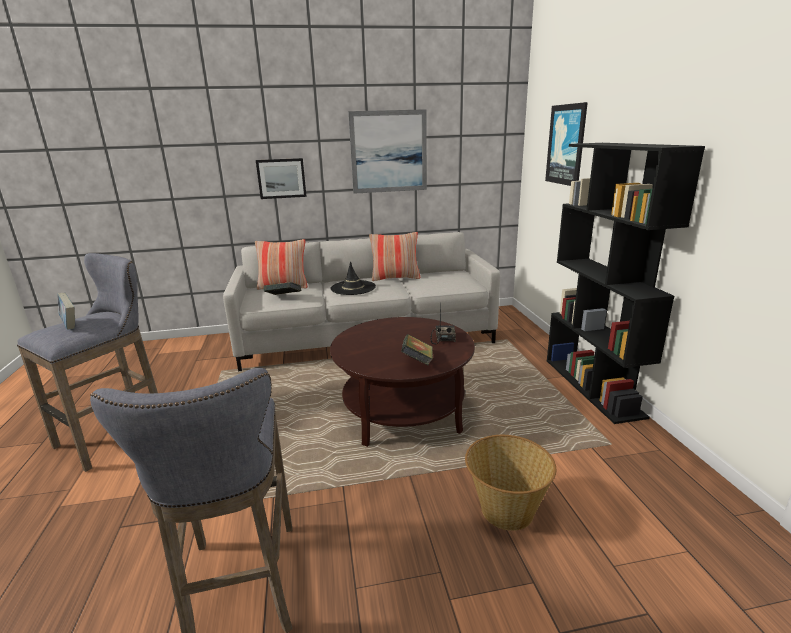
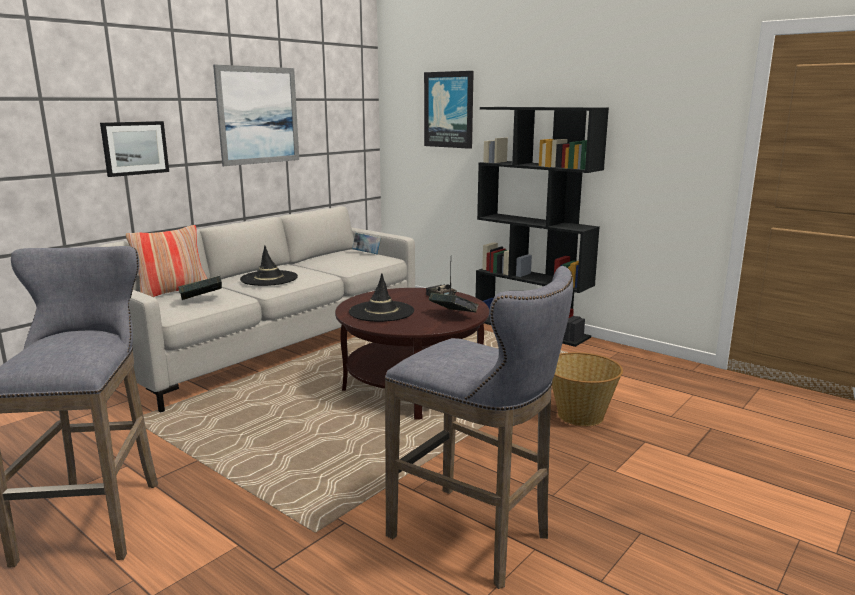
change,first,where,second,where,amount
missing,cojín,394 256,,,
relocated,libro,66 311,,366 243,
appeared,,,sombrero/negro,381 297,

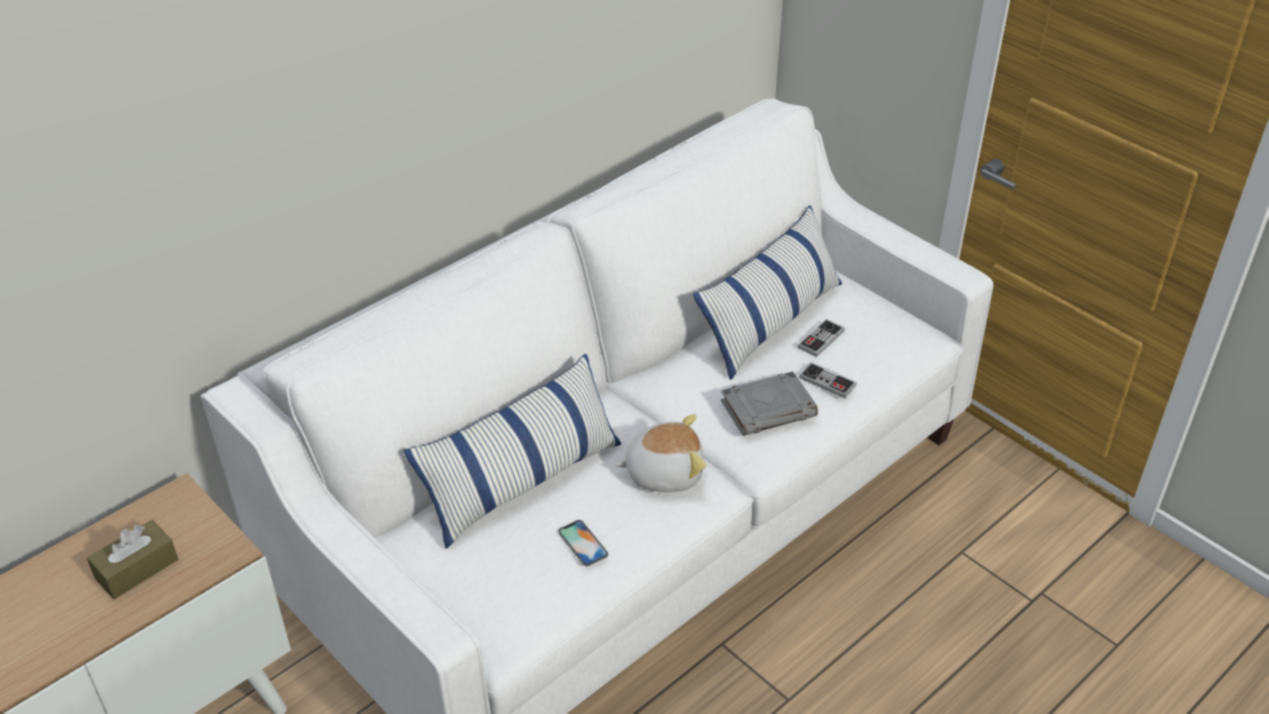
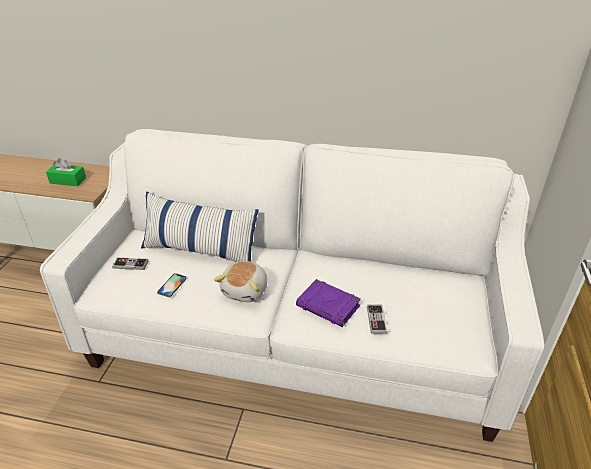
change,first,where,second,where,amount
missing,cojín,767 292,,,
relocated,mando de consola,821 338,,130 263,
colour,libro/gris,769 403,libro/morado,328 303,
spun,peluche,660 453,,240 281,60 degrees clockwise
colour,caja de pañuelos/marrón,132 559,caja de pañuelos/verde,66 172,

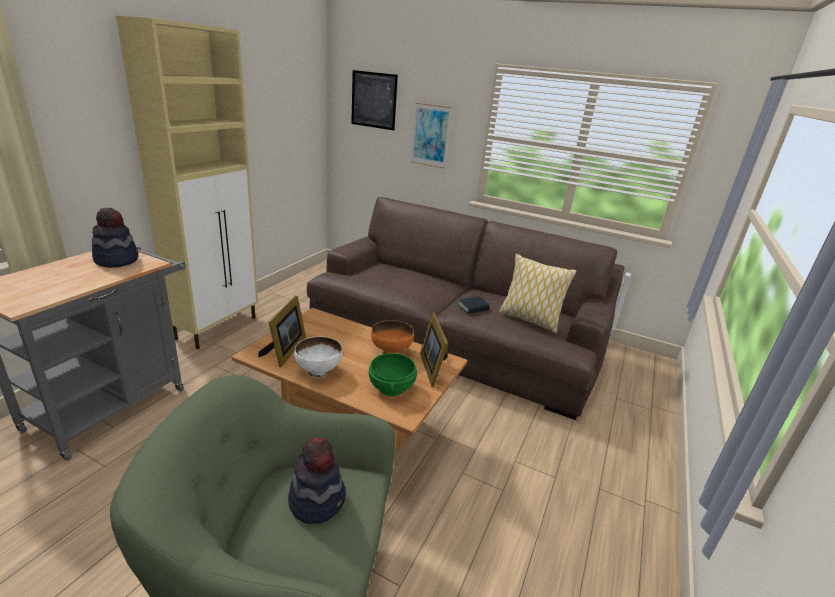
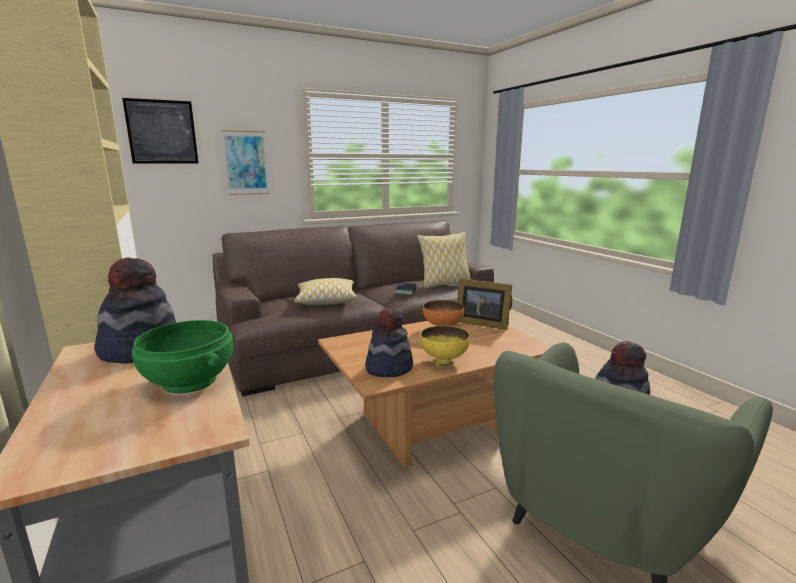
change,first,where,second,where,amount
exchanged,portarretratos,282 331,sombrero,389 342,
colour,cuenco/blanco,318 357,cuenco/amarillo,445 345,
relocated,cuenco/verde,393 374,,182 356,
appeared,,,cojín,325 291,

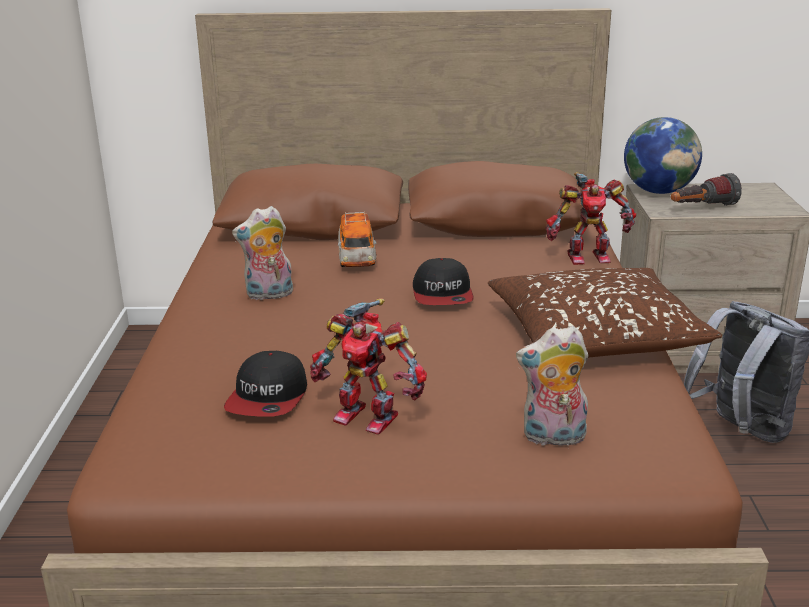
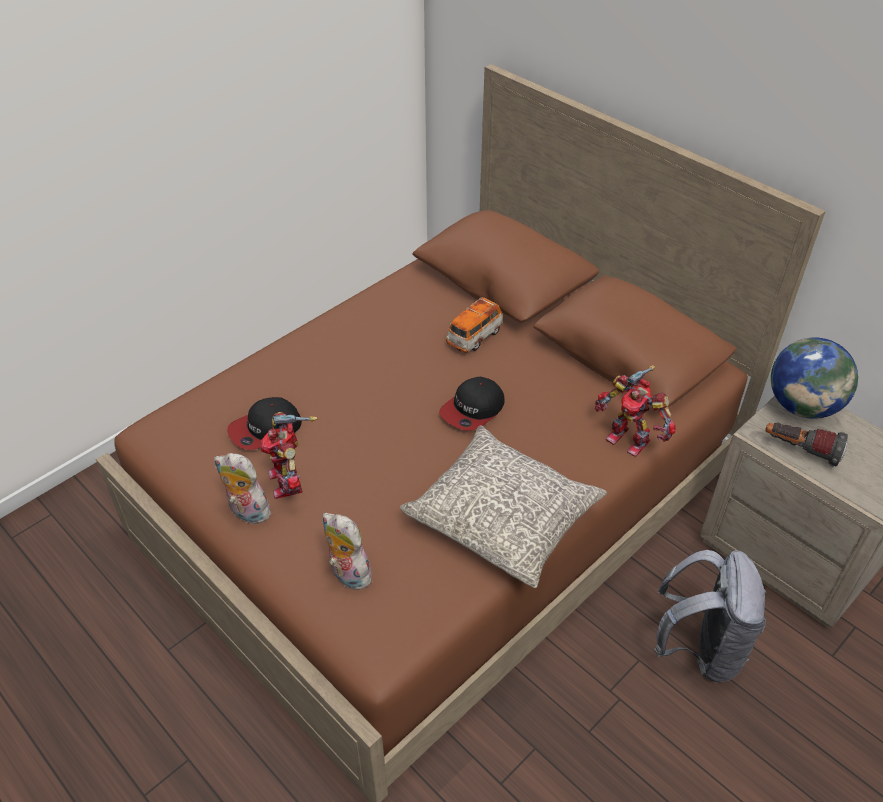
change,first,where,second,where,amount
relocated,peluche,262 253,,242 488,
colour,cojín/marrón,605 313,cojín/gris,503 506,

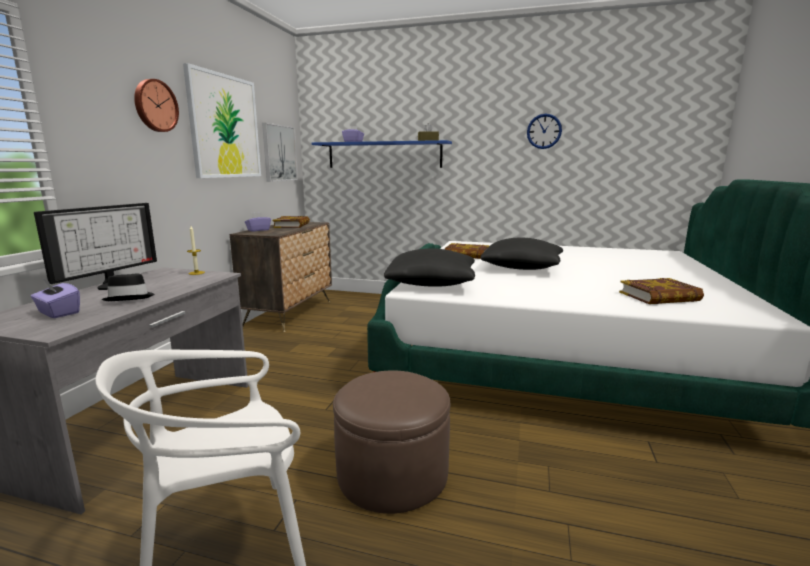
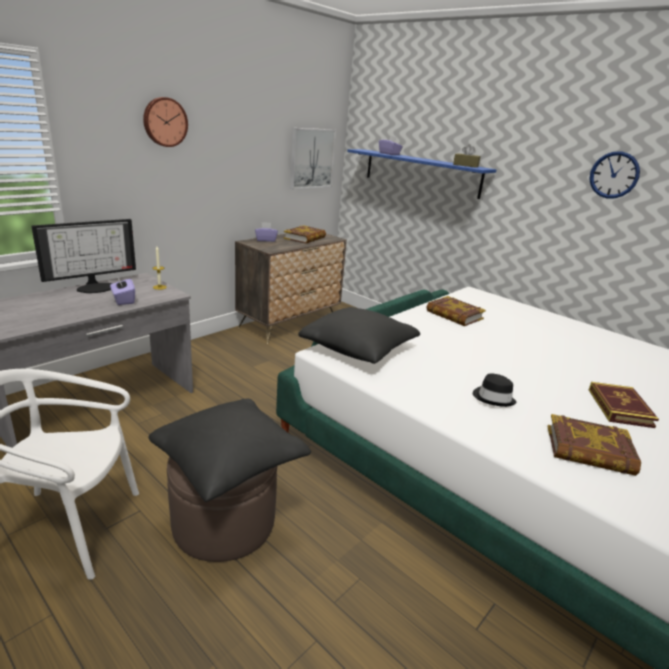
change,first,where,second,where,amount
missing,cuadro,222 120,,,
relocated,cojín/negro,522 254,,230 450,
relocated,sombrero/negro,128 287,,495 390,
relocated,caja de pañuelos/morado,55 298,,122 291,
appeared,,,libro,624 405,

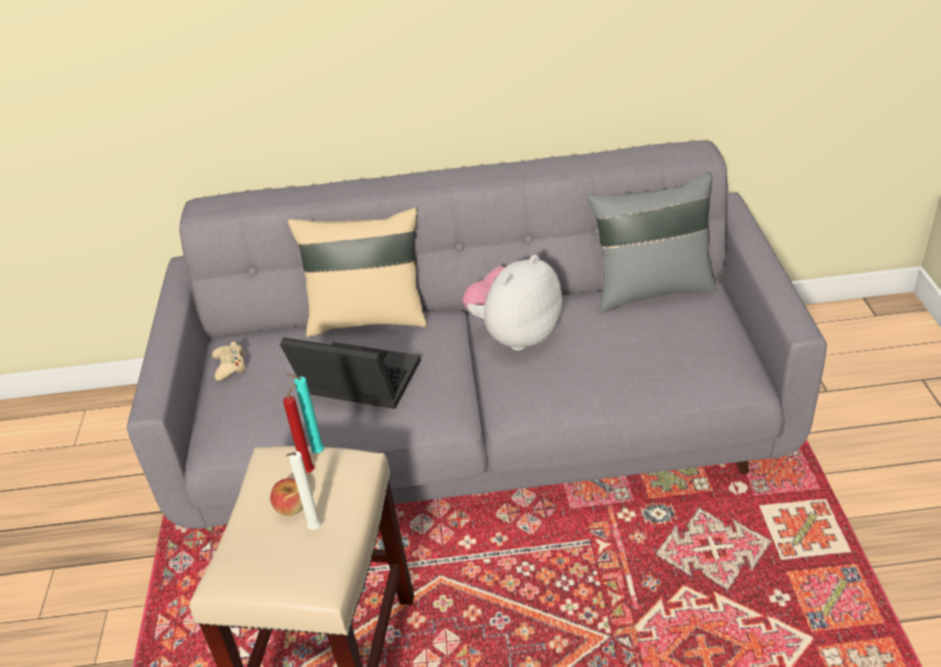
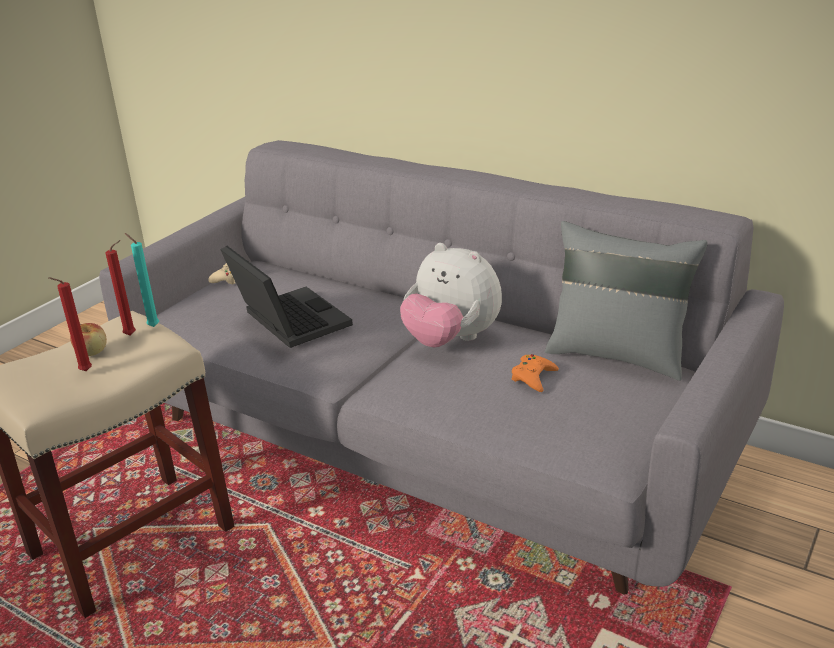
change,first,where,second,where,amount
missing,cojín/beis,357 272,,,
spun,peluche,512 303,,451 295,135 degrees counterclockwise
colour,vela/blanco,303 490,vela/rojo,70 324,
appeared,,,mando de consola/naranja,535 373,

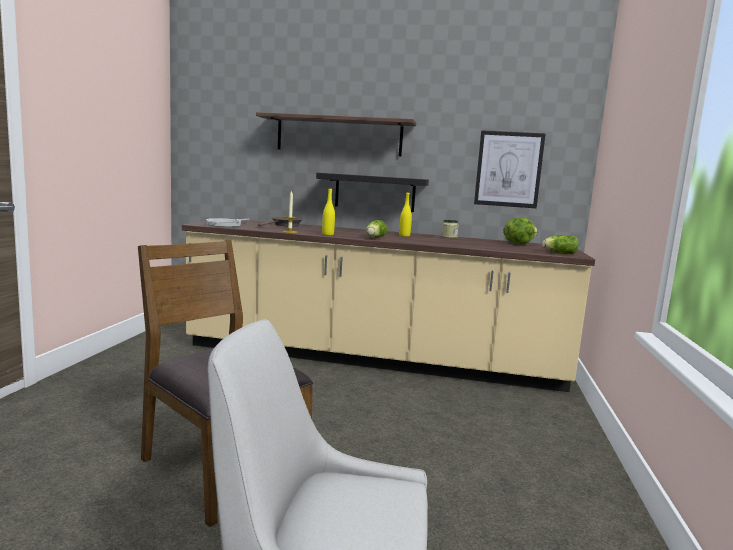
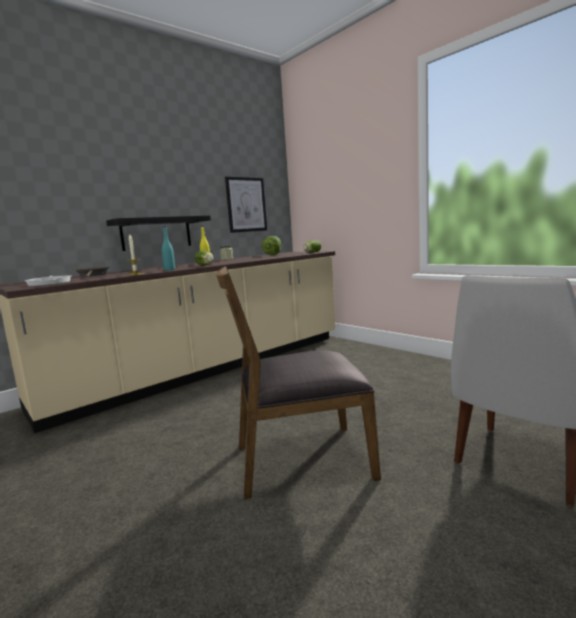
change,first,where,second,where,amount
missing,estante,336 134,,,
colour,botella/amarillo,328 211,botella/turquesa,168 249,

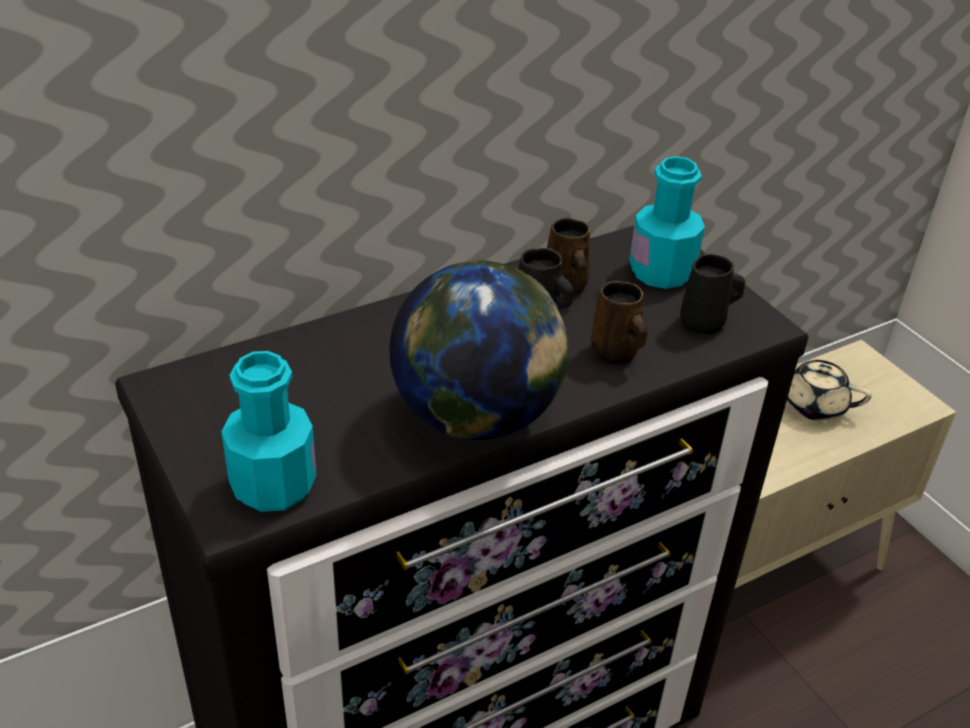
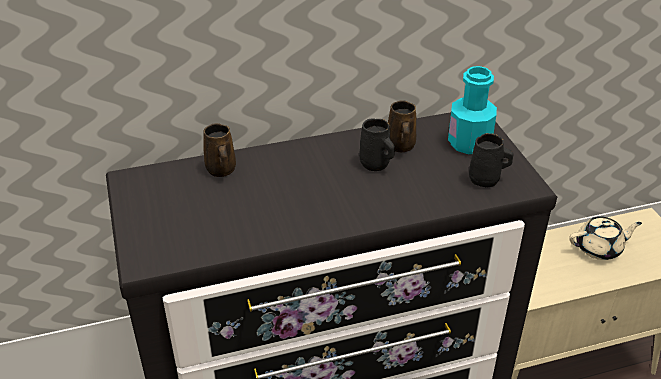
change,first,where,second,where,amount
missing,globo terráqueo,479 350,,,
relocated,taza grande/marrón,619 323,,219 150,
missing,botella/turquesa,269 431,,,
spun,tetera/beis,829 390,,605 238,135 degrees clockwise

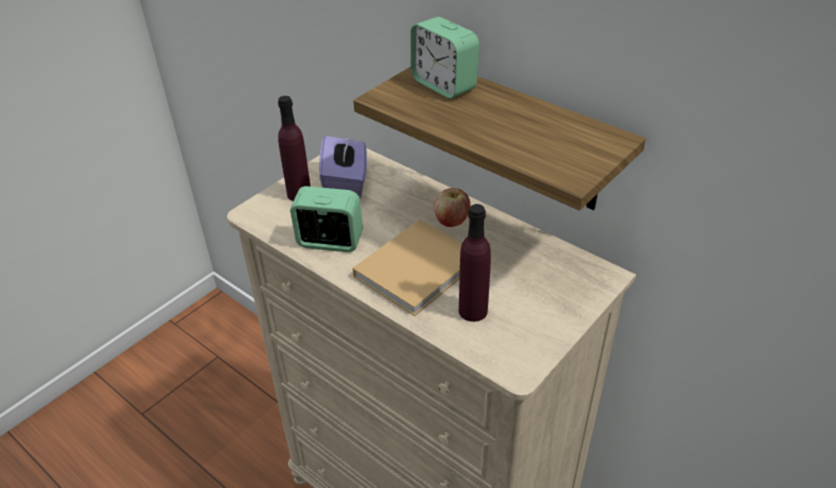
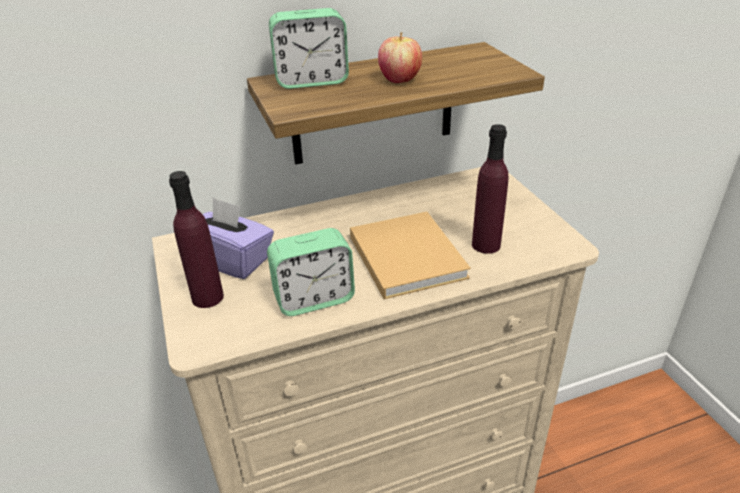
change,first,where,second,where,amount
spun,despertador,326 219,,311 272,150 degrees counterclockwise
relocated,manzana,452 207,,400 57,

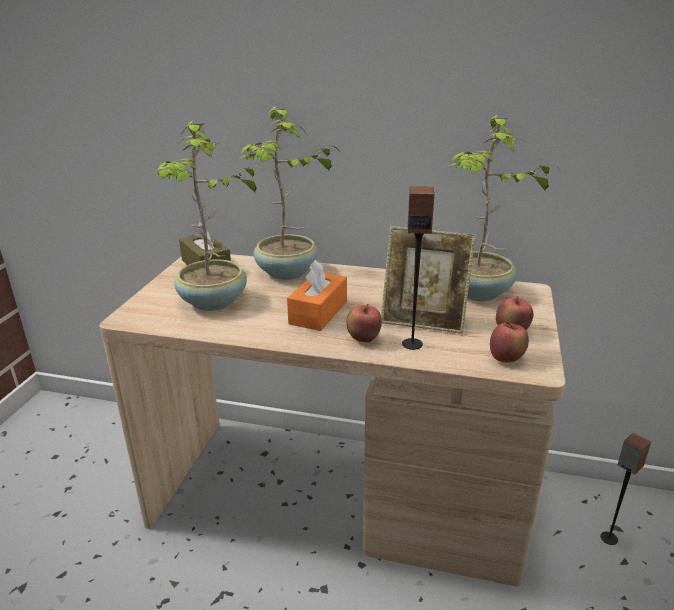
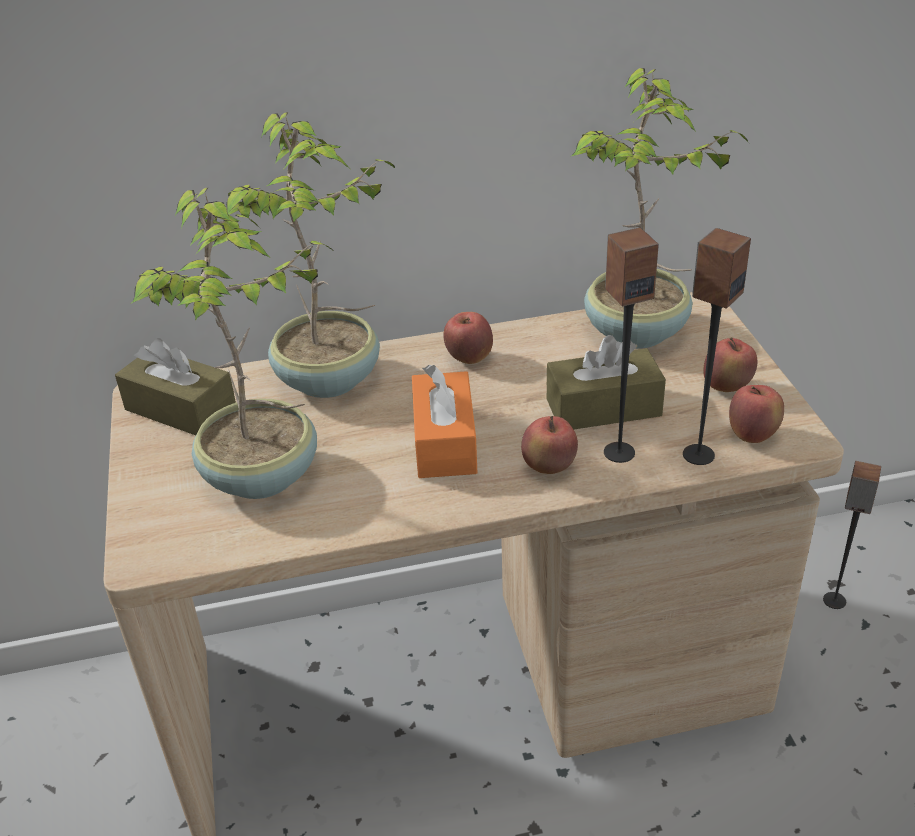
change,first,where,second,where,amount
exchanged,portarretratos,428 280,caja de pañuelos/marrón,606 382,
appeared,,,altavoz,717 346,
appeared,,,manzana,468 338,

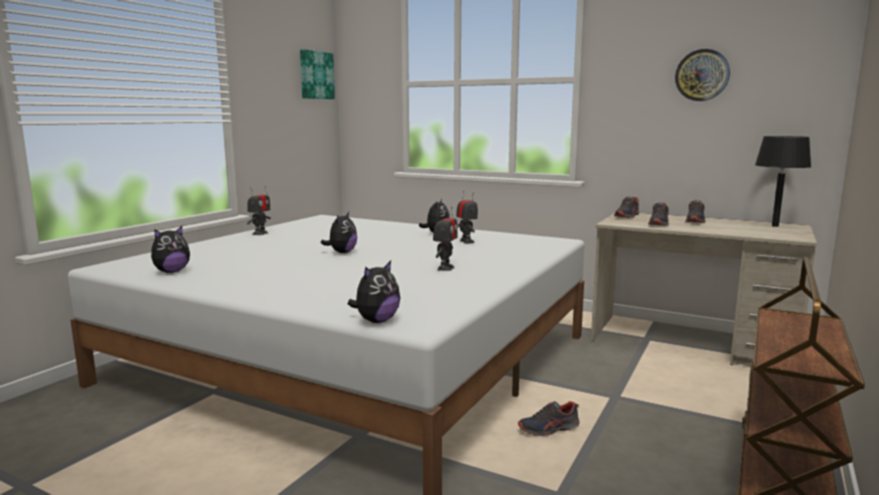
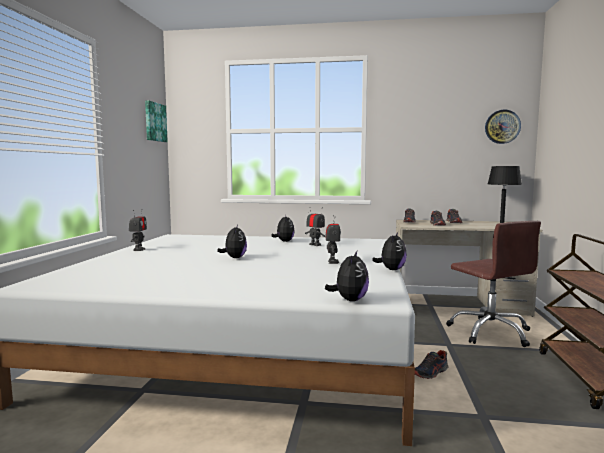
change,first,where,second,where,amount
relocated,reloj de pared,702 75,,503 127,
relocated,peluche,170 249,,389 251,
appeared,,,silla de oficina/marrón,493 284,

